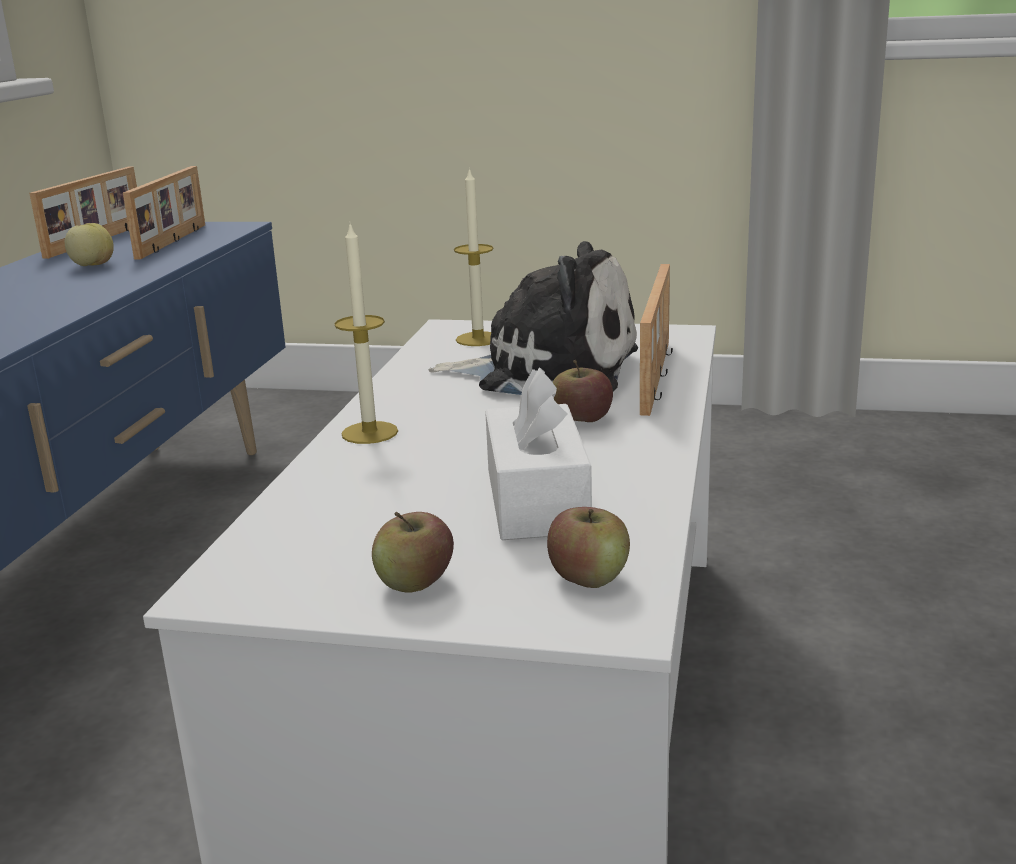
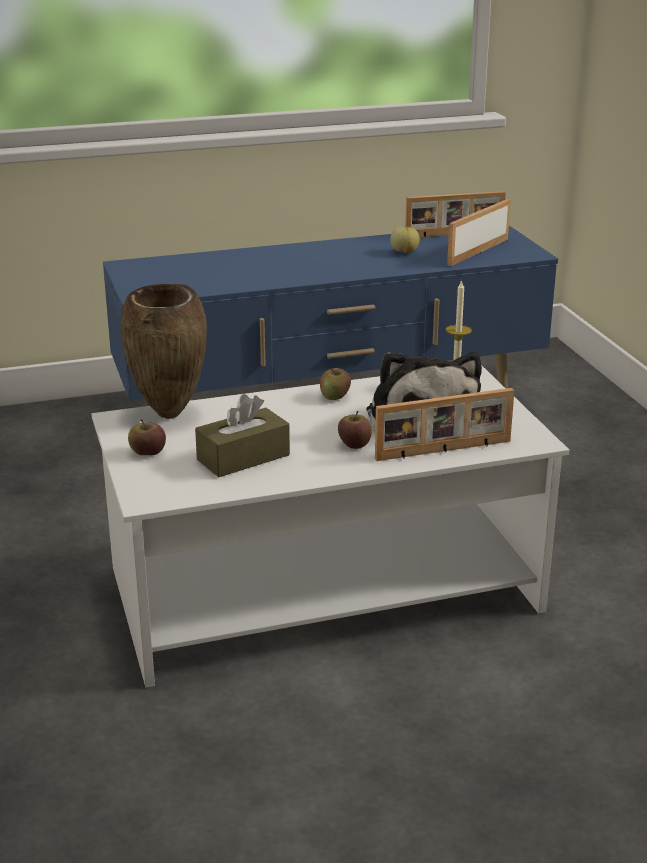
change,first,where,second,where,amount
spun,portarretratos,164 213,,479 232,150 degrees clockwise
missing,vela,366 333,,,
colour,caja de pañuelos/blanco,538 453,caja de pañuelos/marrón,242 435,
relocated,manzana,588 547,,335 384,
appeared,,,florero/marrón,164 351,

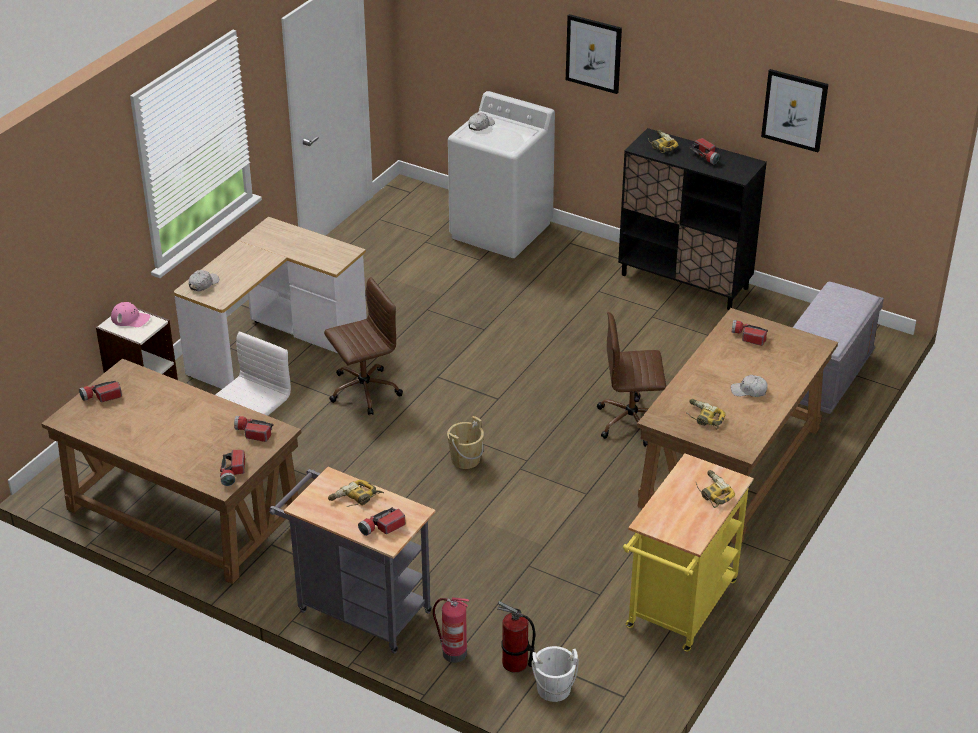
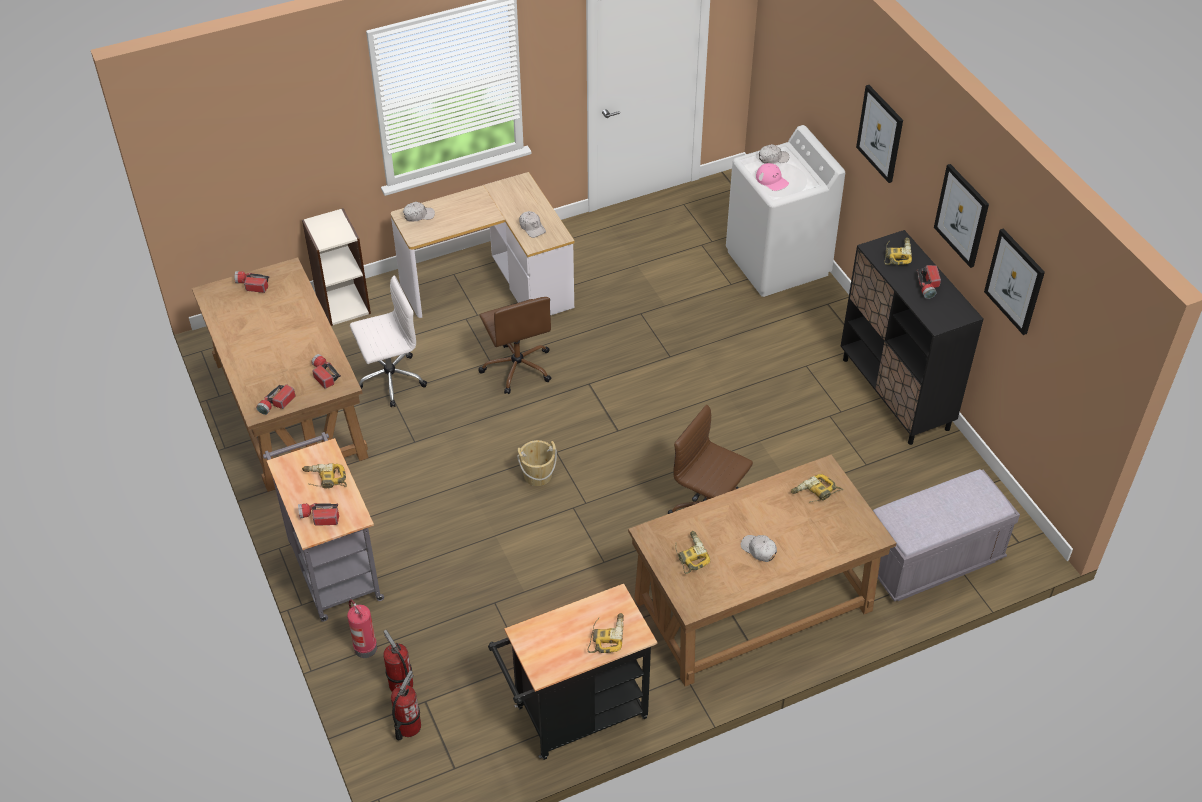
change,first,where,second,where,amount
spun,silla de oficina/marrón,363 346,,514 345,60 degrees clockwise
relocated,gorra/rosa,130 314,,772 177,
exchanged,linterna,750 333,taladro,817 488,
colour,carrito/amarillo,688 553,carrito/negro,572 672,
exchanged,cubo/blanco,555 674,extintor,406 705,
appeared,,,cuadro,961 216,
appeared,,,gorra/blanco,532 224,

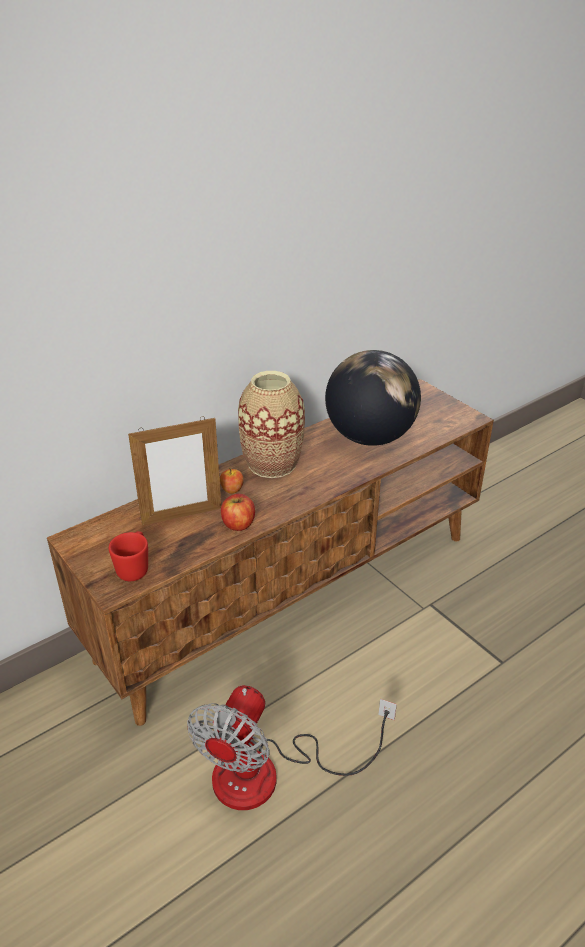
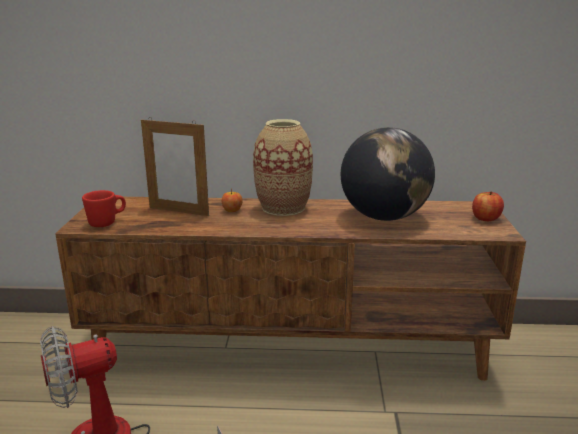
change,first,where,second,where,amount
relocated,manzana,238 512,,488 206,

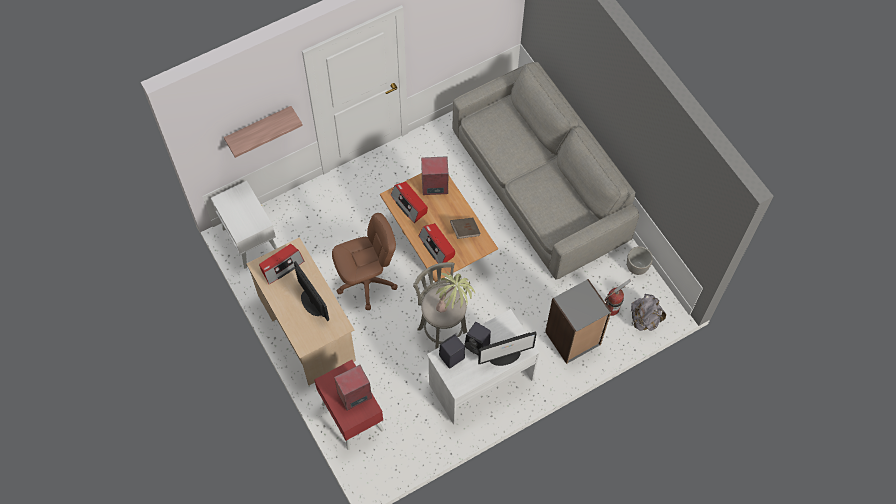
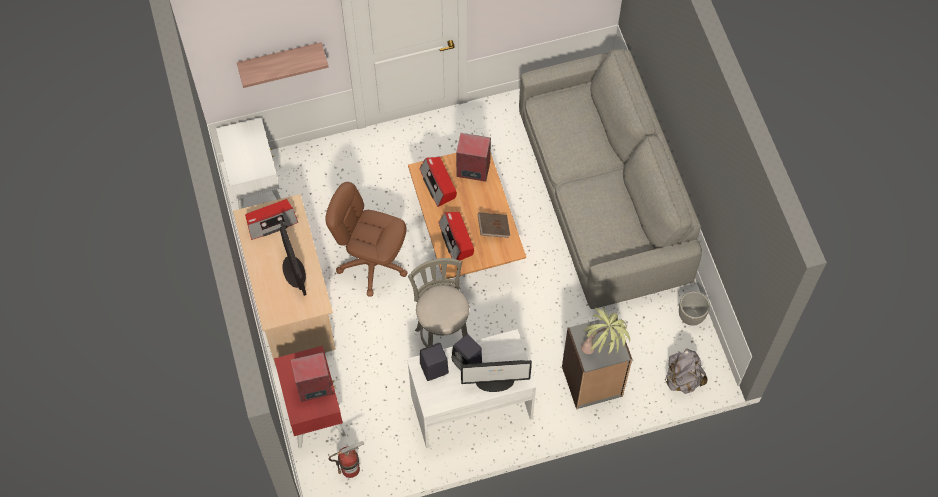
change,first,where,second,where,amount
spun,silla de oficina/marrón,365 261,,366 239,150 degrees counterclockwise
relocated,planta en maceta,455 292,,605 330,
relocated,extintor,618 297,,346 459,

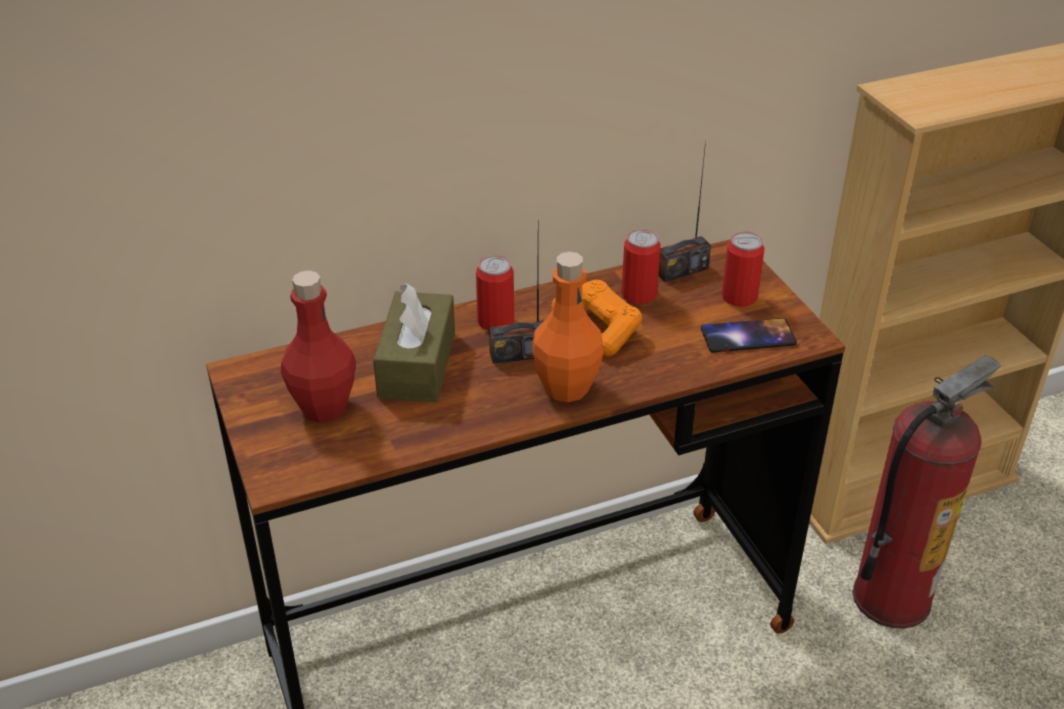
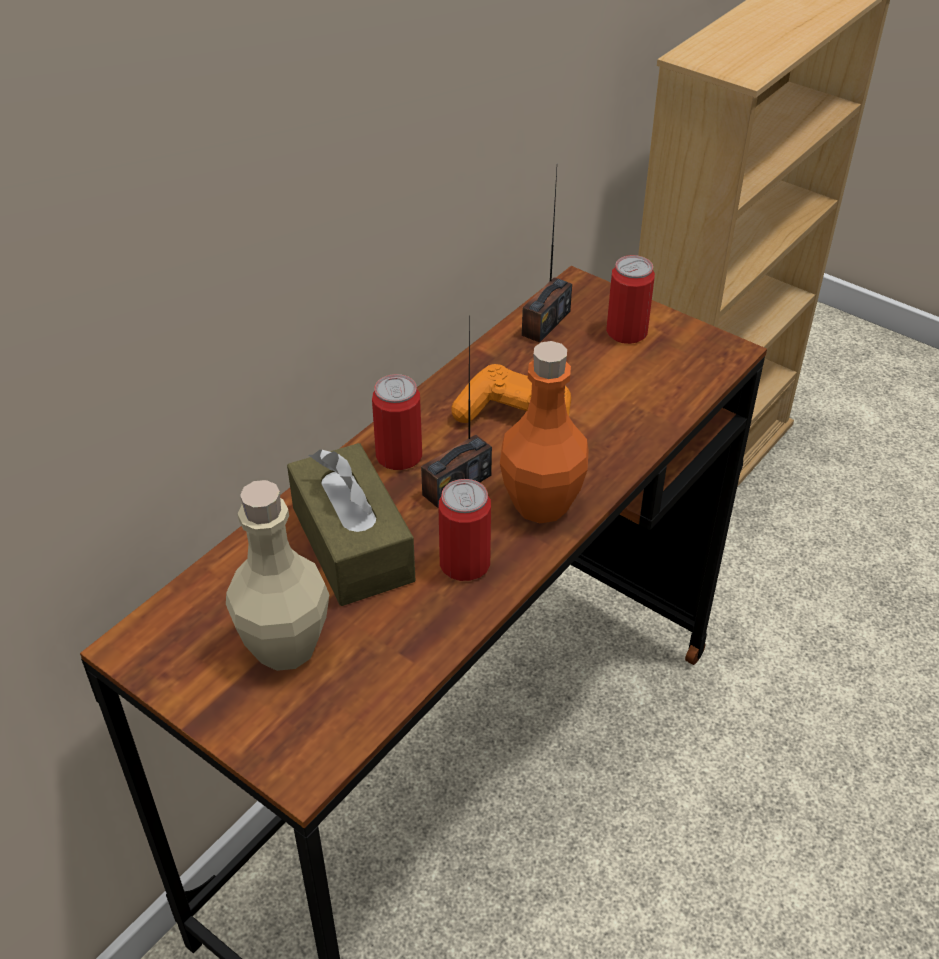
change,first,where,second,where,amount
relocated,lata,641 266,,465 530,
colour,botella/rojo,318 347,botella/beis,277 575,
missing,móvil,749 335,,,
missing,extintor,926 492,,,

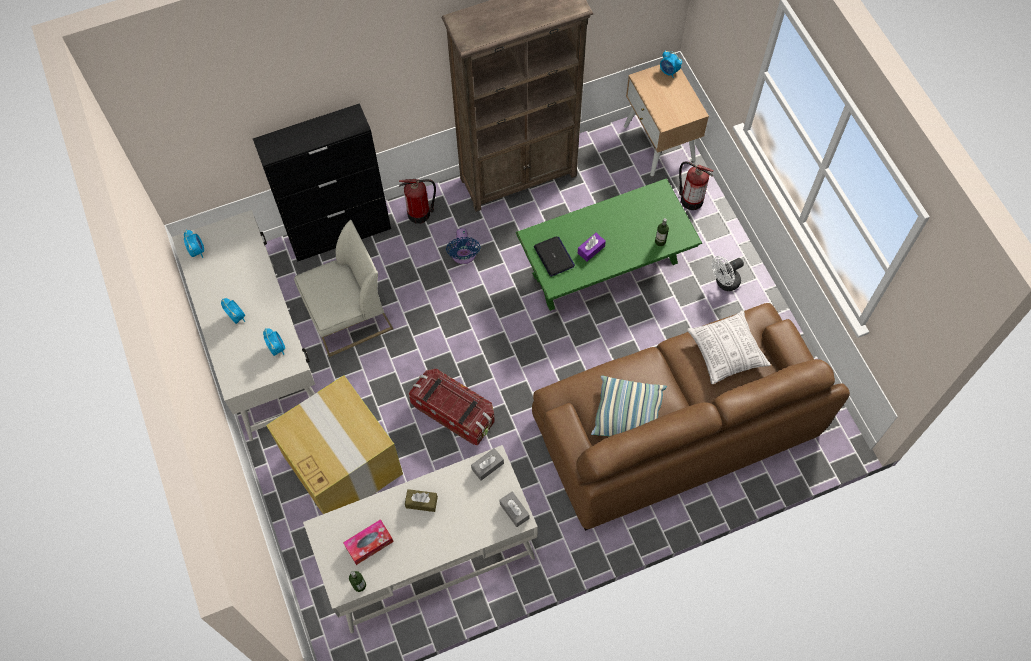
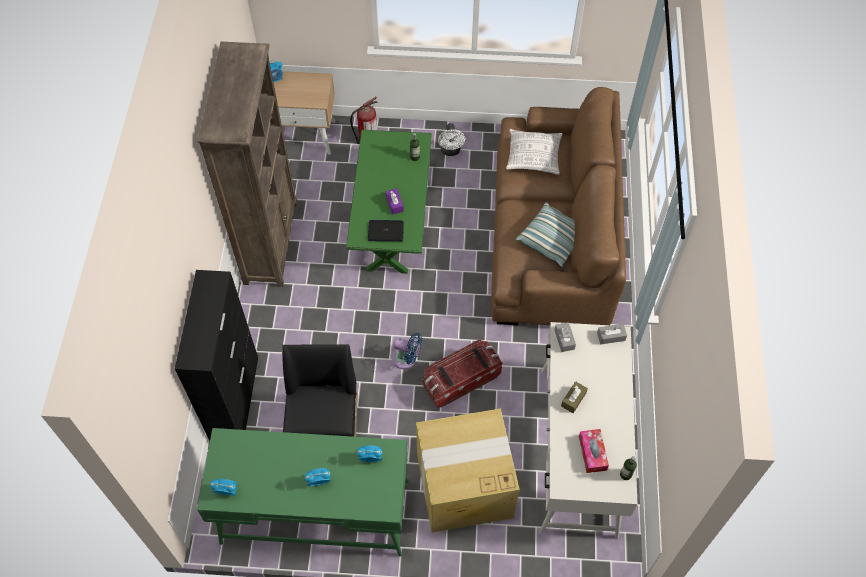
change,first,where,second,where,amount
missing,extintor,417 201,,,
colour,escritorio/blanco,243 325,escritorio/verde,302 492,
colour,silla/blanco,343 288,silla/negro,320 390,
relocated,ventilador/azul,463 246,,407 351,

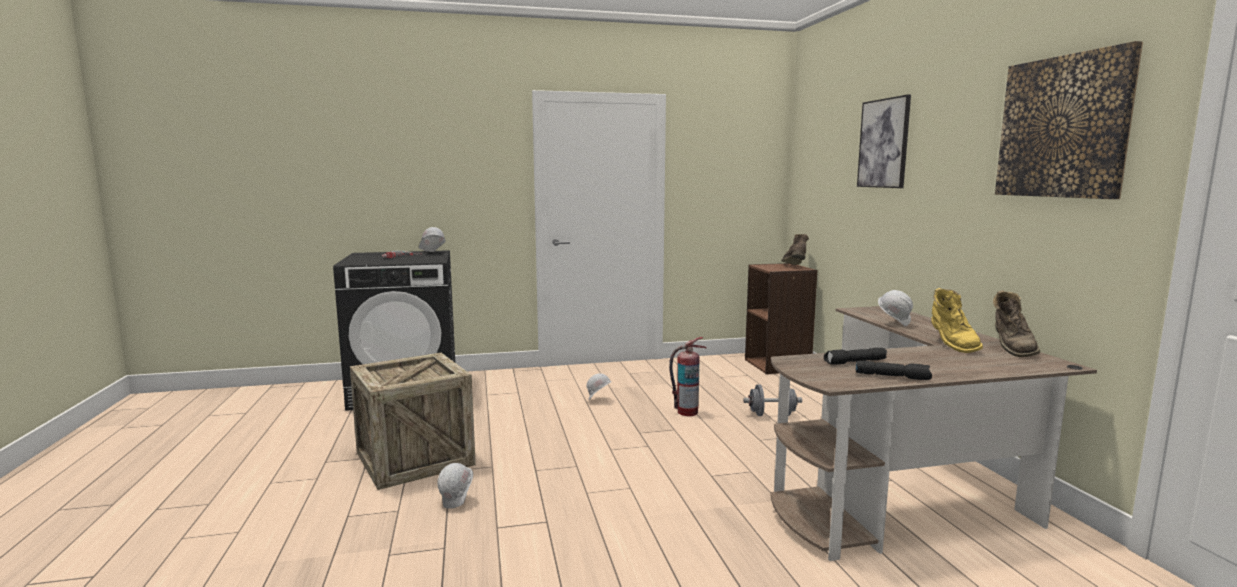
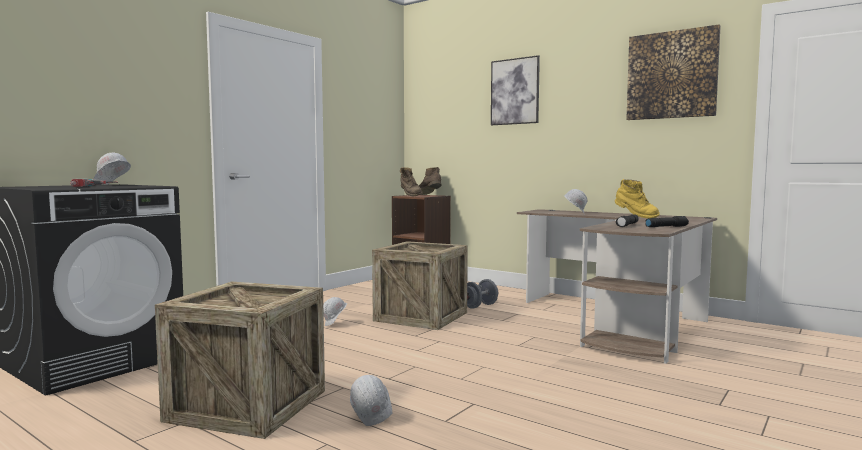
change,first,where,second,where,amount
relocated,bota/marrón,1016 323,,411 181,
exchanged,extintor,688 376,caja de embalaje,420 285,

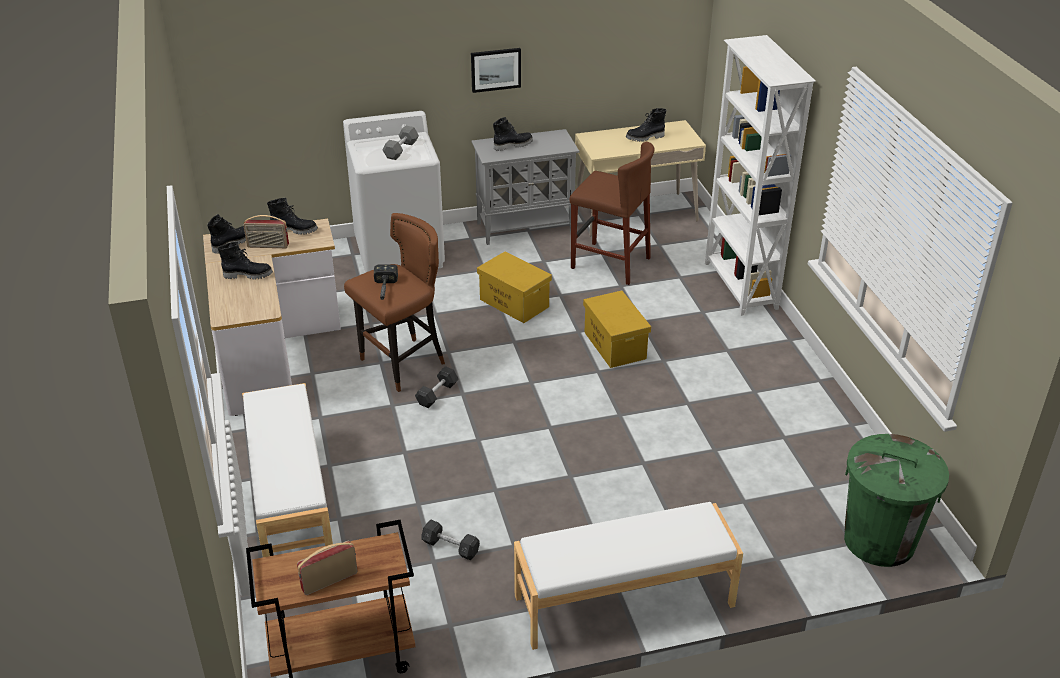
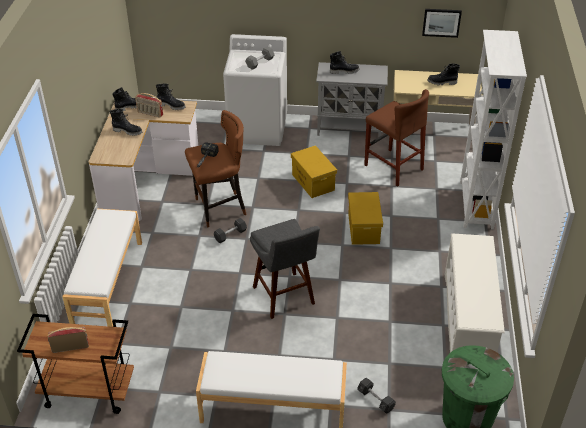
change,first,where,second,where,amount
relocated,cuadro,496 70,,442 23,
relocated,mancuerna/gris,450 540,,376 396,
appeared,,,taburete/gris,285 269,
appeared,,,zapatero/blanco,475 292,

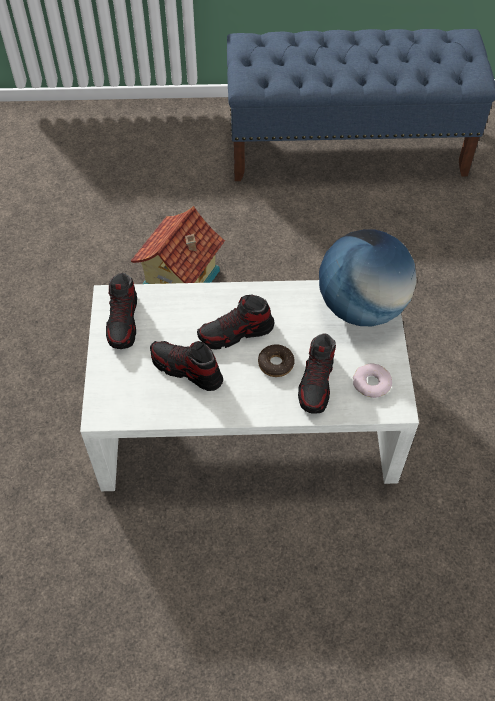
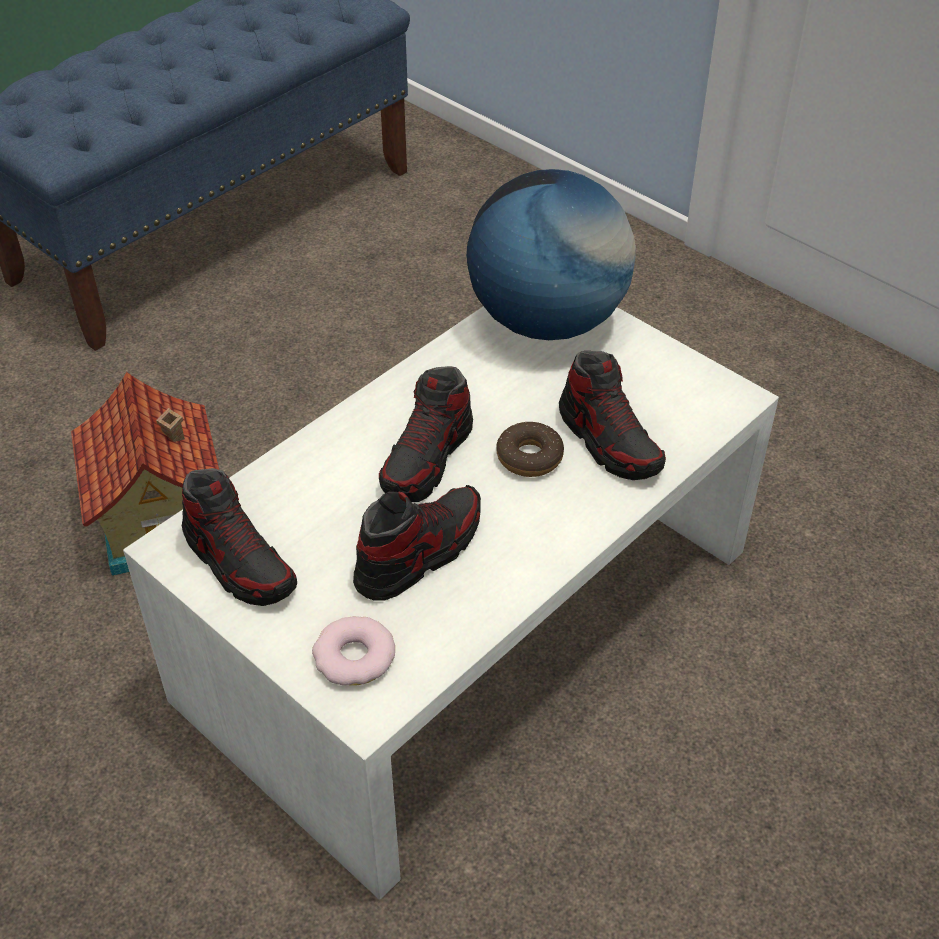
change,first,where,second,where,amount
spun,zapato,186 366,,417 543,150 degrees clockwise
relocated,rosquilla,372 381,,353 651,

